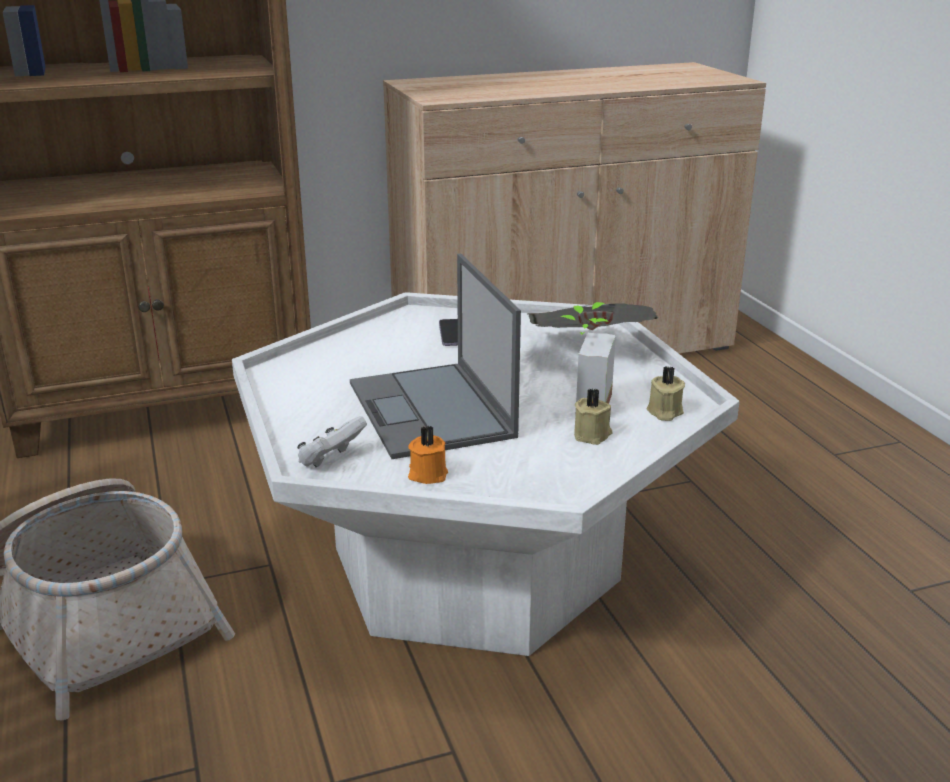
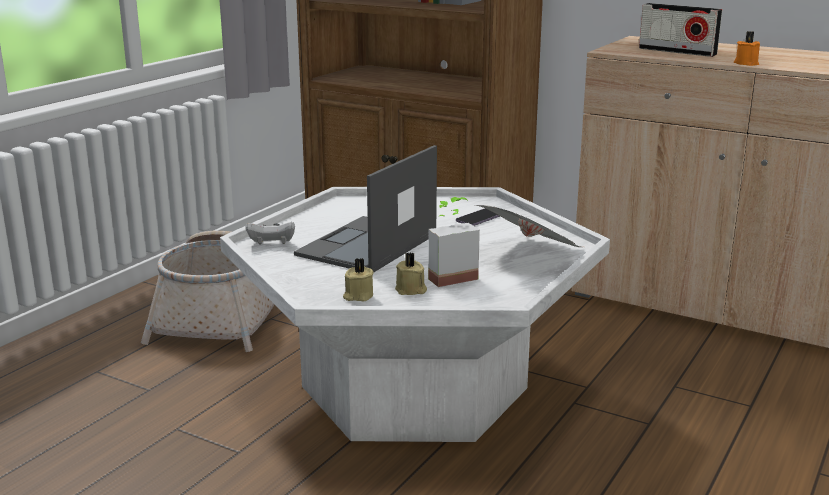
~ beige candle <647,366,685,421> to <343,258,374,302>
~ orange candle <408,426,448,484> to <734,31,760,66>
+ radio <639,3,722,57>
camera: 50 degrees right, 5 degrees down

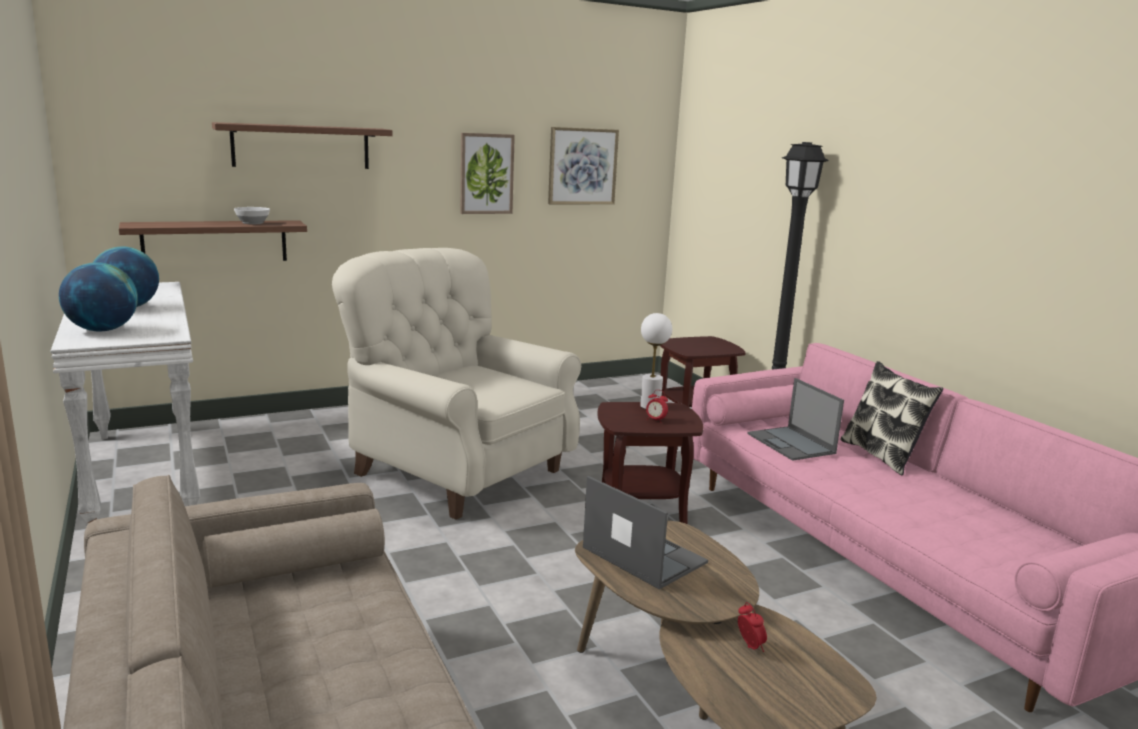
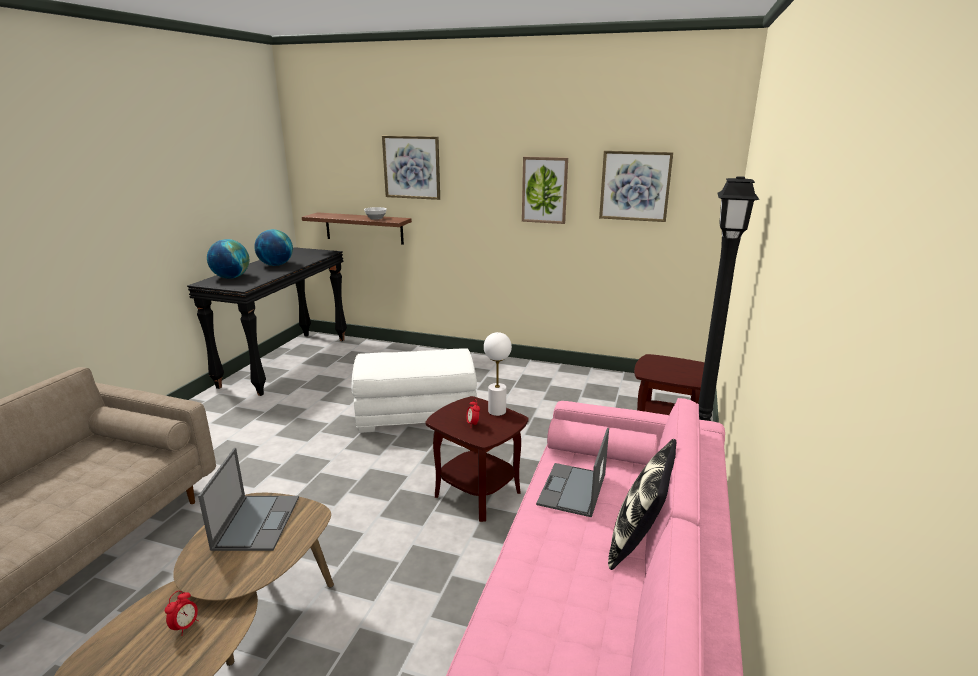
~ shelf <212,122,393,169> to picture <382,136,440,200>
~ beige armchair <332,248,581,520> to white ottoman <352,348,477,433>
~ white console table <50,282,200,527> to black console table <187,247,347,396>
camera: 45 degrees right, 5 degrees up

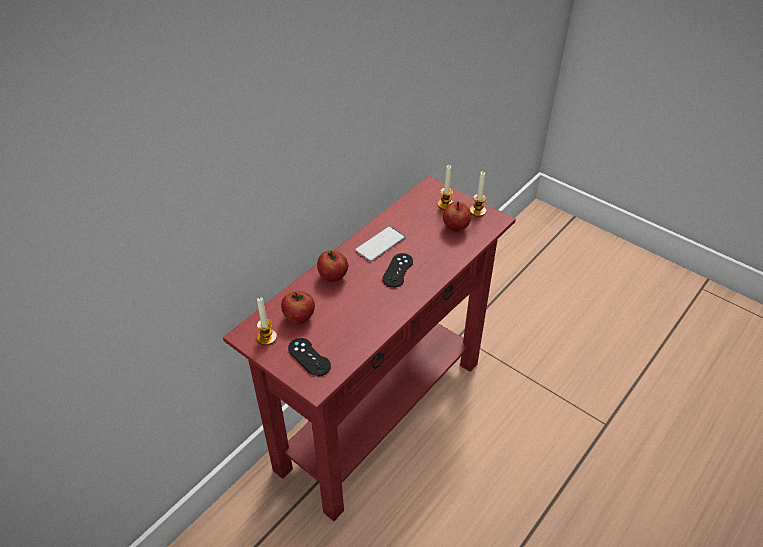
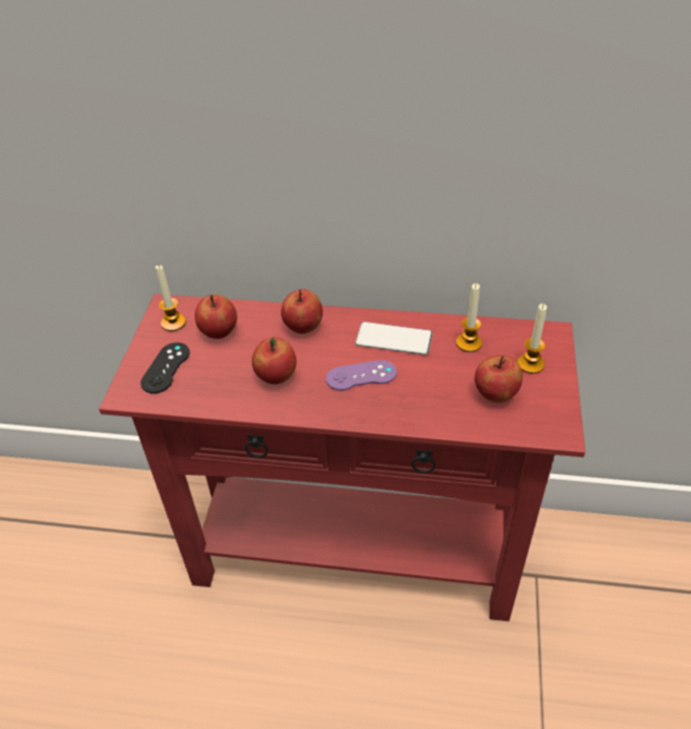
~ candle <470,171,486,217> to <456,283,482,352>
~ black game controller <382,253,413,288> to purple game controller <326,360,397,391>
+ apple <252,337,297,384>
camera: 60 degrees right, 0 degrees up

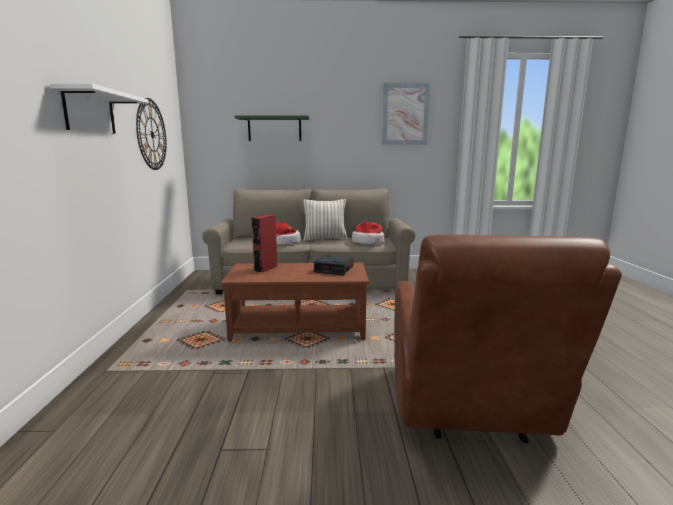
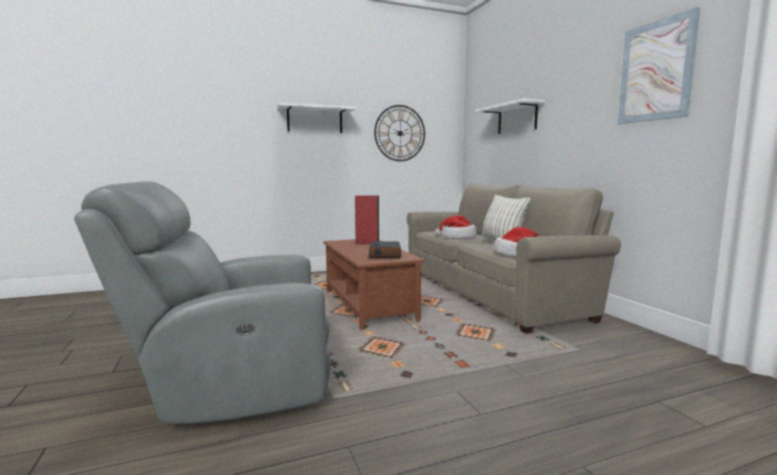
~ green shelf <234,115,310,141> to white shelf <475,98,545,134>
~ brown armchair <394,235,622,443> to grey armchair <74,181,331,424>
camera: 70 degrees right, 5 degrees down

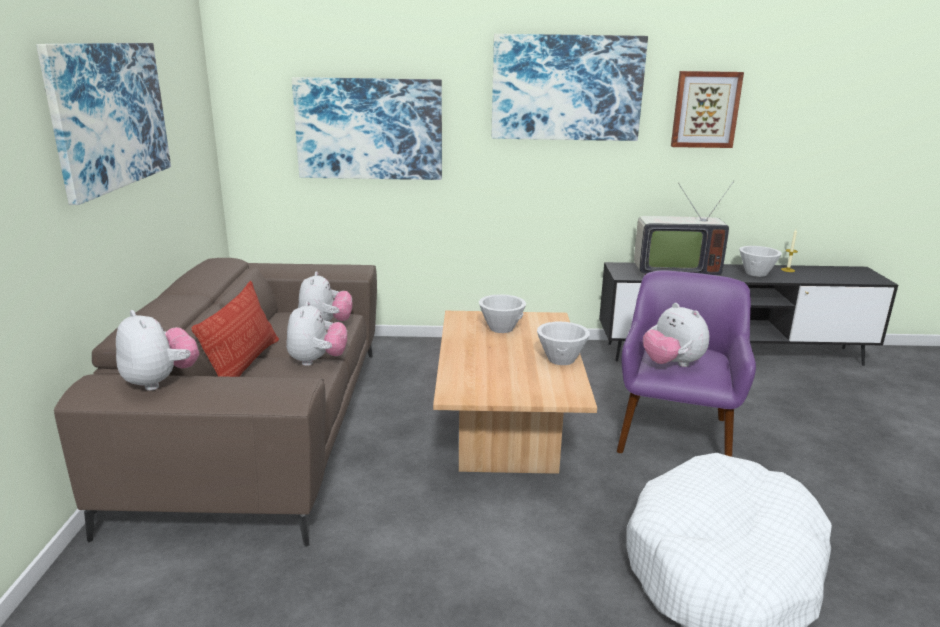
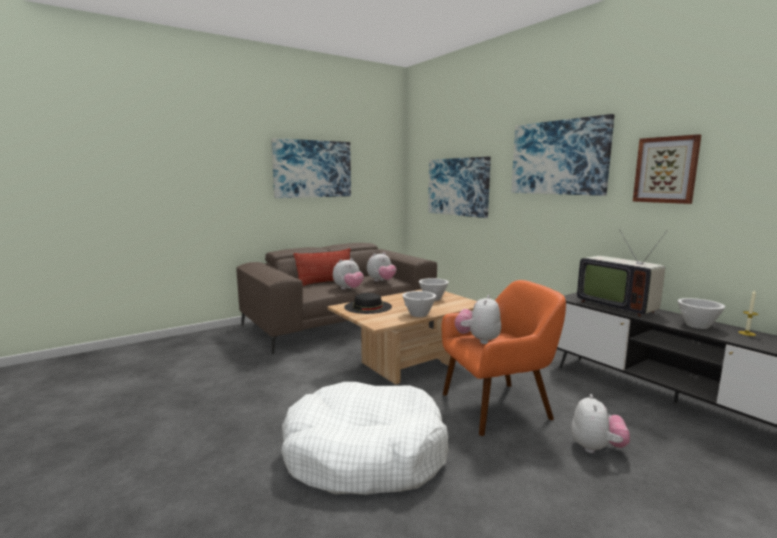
~ purple armchair <617,270,756,457> to orange armchair <441,280,566,436>
~ plush toy <116,310,199,391> to <571,394,630,453>
+ black hat <344,293,392,314>
camera: 55 degrees right, 10 degrees down

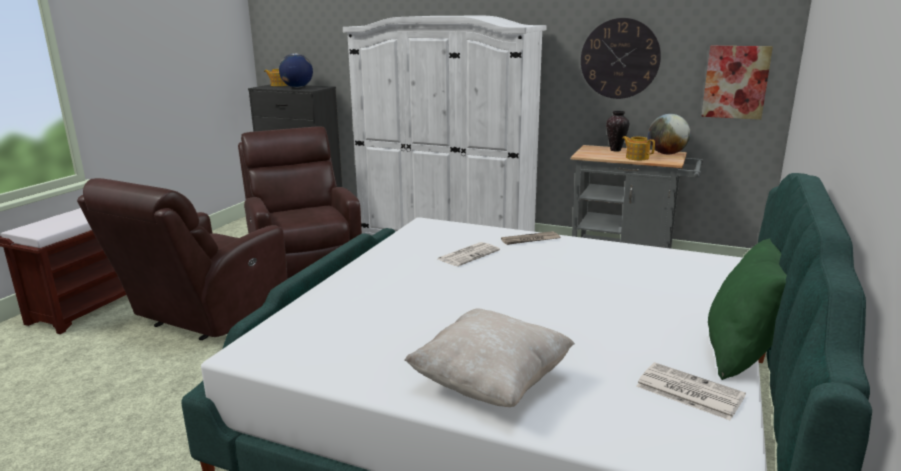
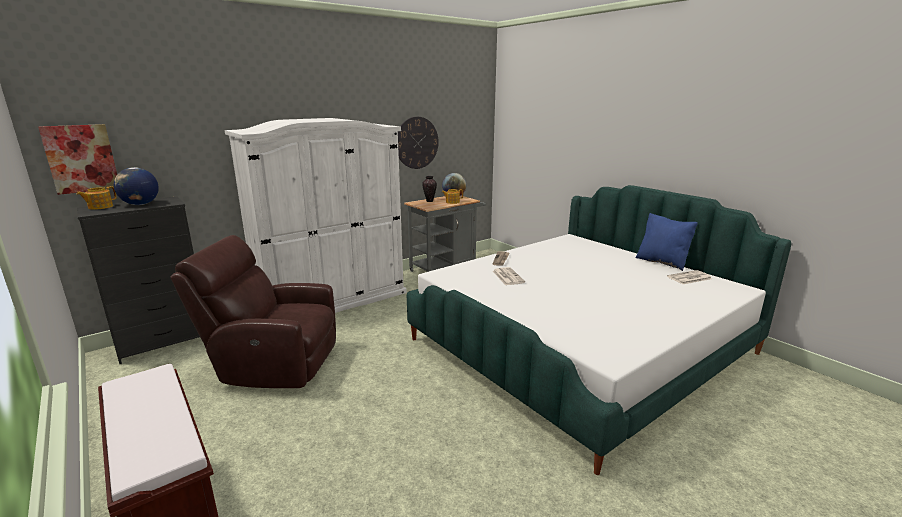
~ picture <701,46,773,120> to <38,124,117,195>
- brown armchair <77,178,287,340>
~ green pillow <708,238,787,380> to blue pillow <636,213,698,271>
- beige pillow <405,308,575,407>
camera: 60 degrees left, 0 degrees up

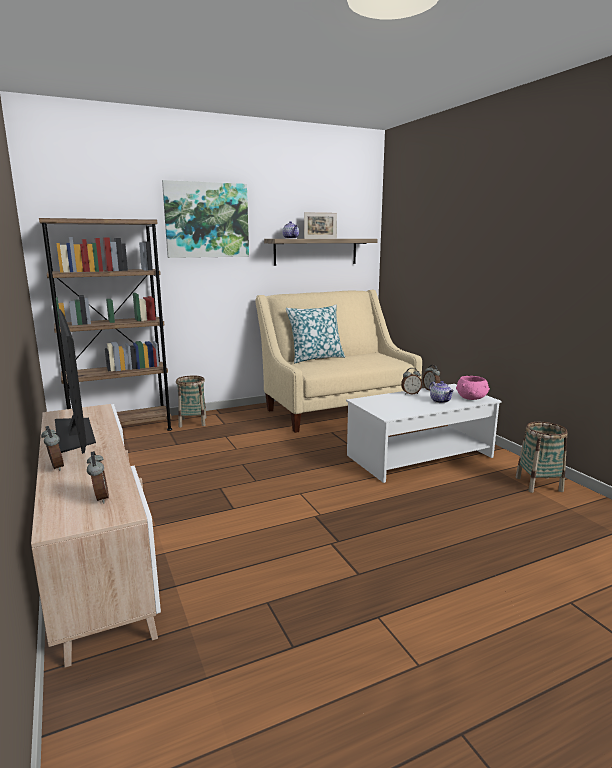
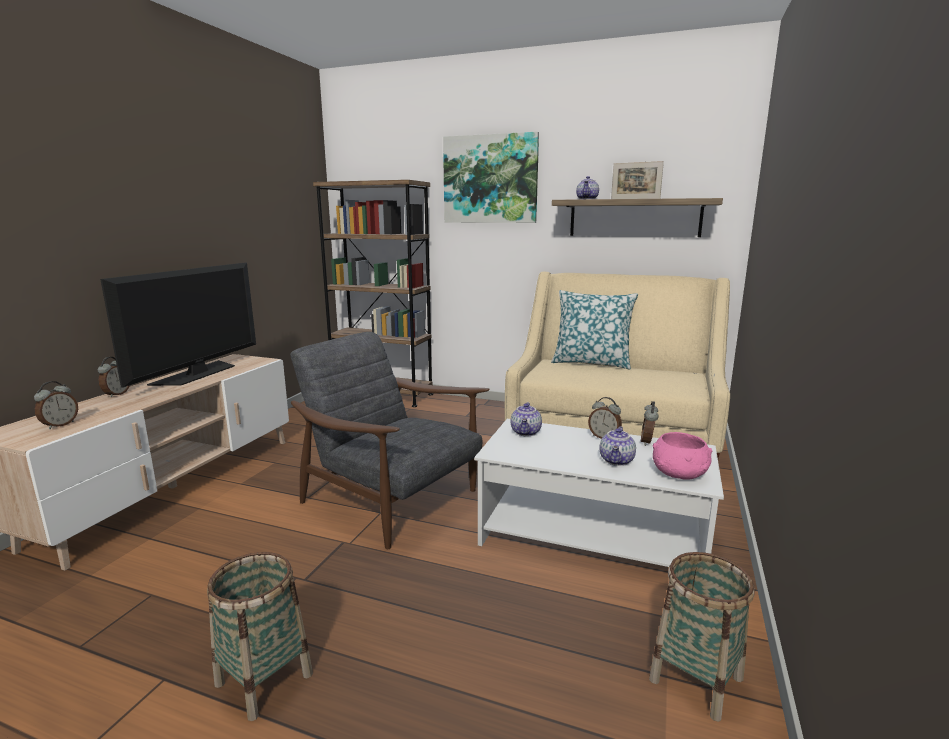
~ basket <176,375,207,427> to <207,552,313,721>
+ grey armchair <290,332,490,549>
+ teapot <511,402,542,436>
camera: 45 degrees right, 0 degrees up

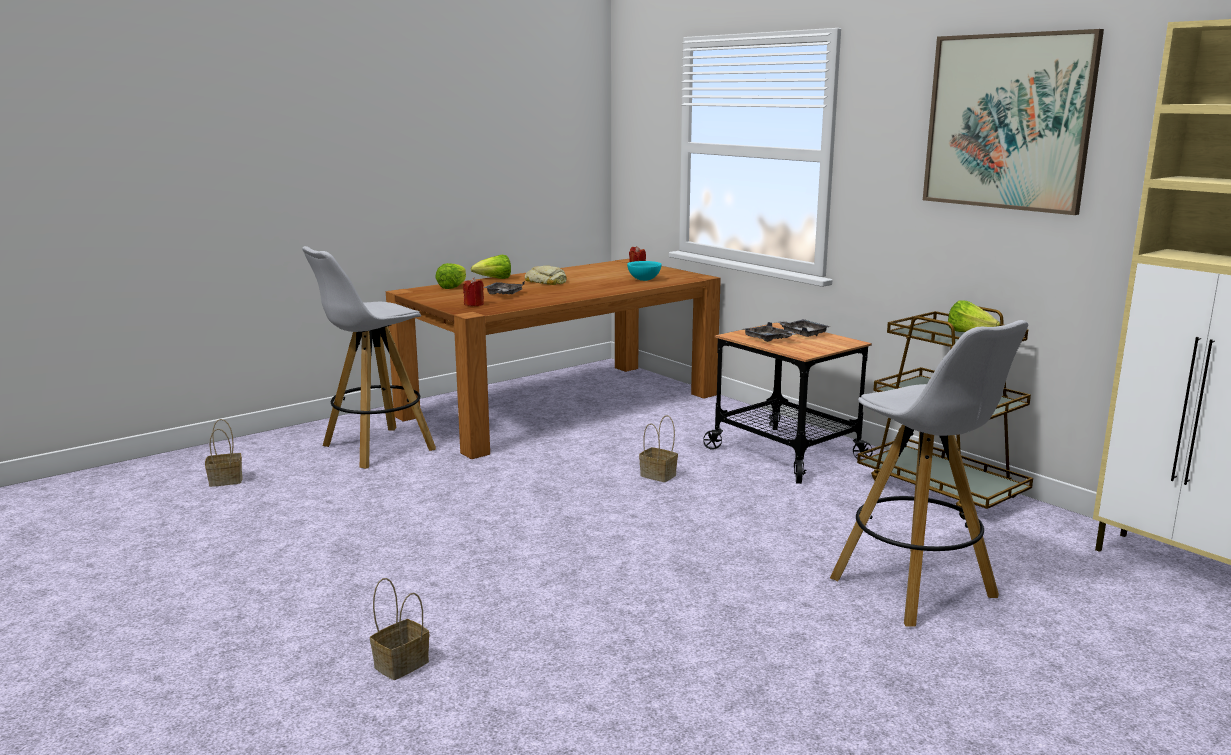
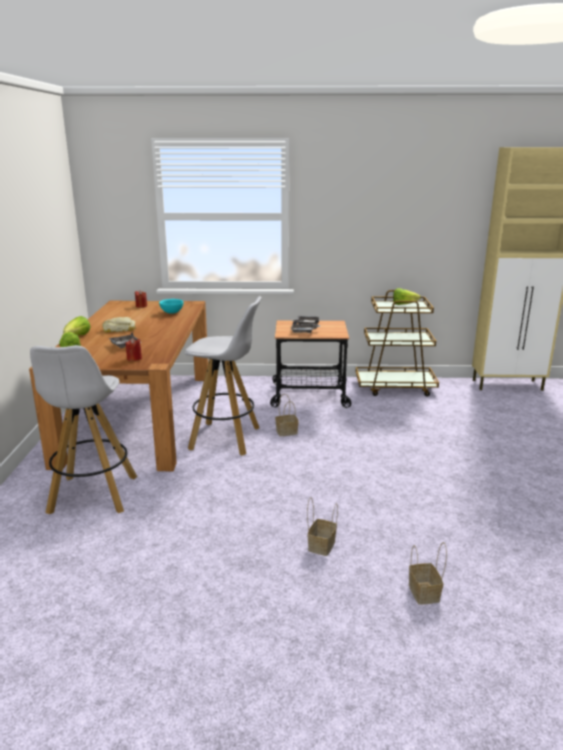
- picture <923,29,1104,215>
~ white stool <830,320,1028,627> to <185,296,262,456>
~ basket <205,419,242,487> to <307,497,338,556>
camera: 50 degrees left, 5 degrees up

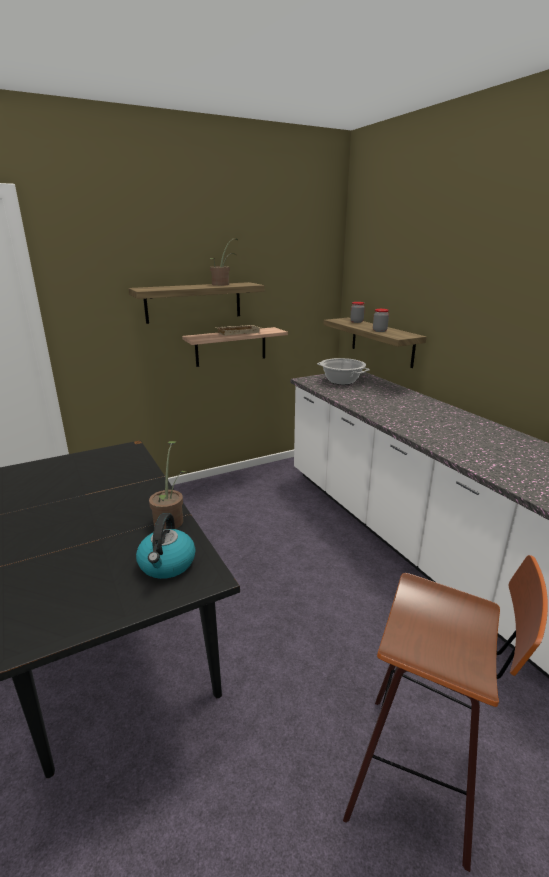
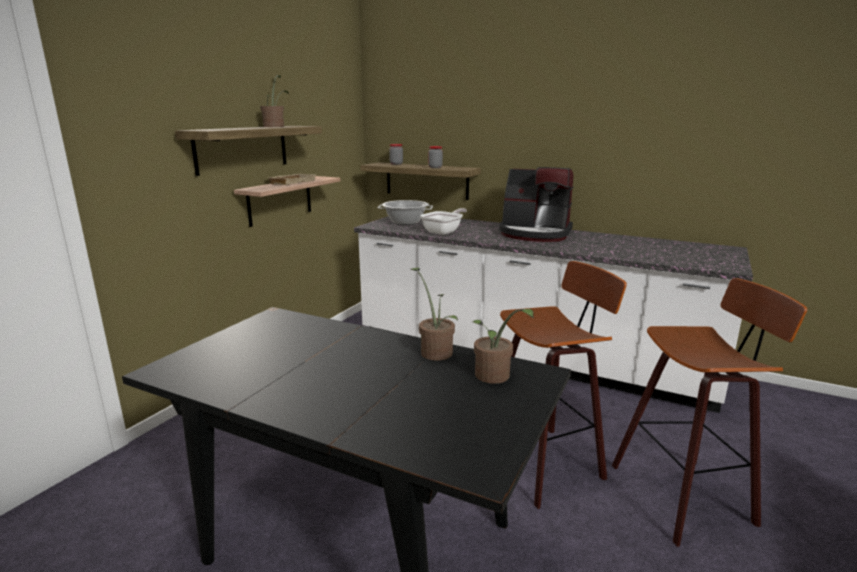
~ kettle <136,513,196,579> to potted plant <472,309,534,384>
+ coffee machine <499,167,574,242>
+ frying pan <420,208,467,235>
+ stool <500,261,627,509>
camera: 35 degrees left, 5 degrees down

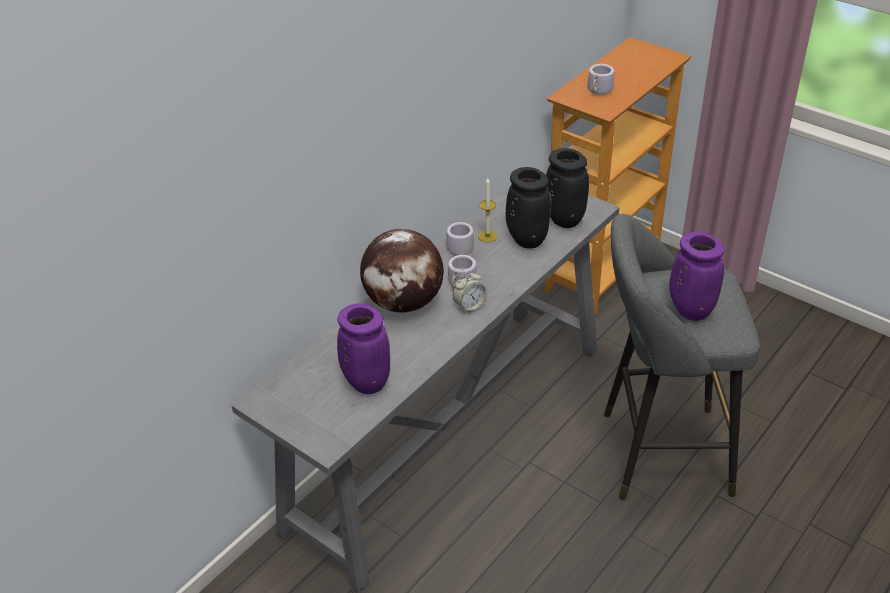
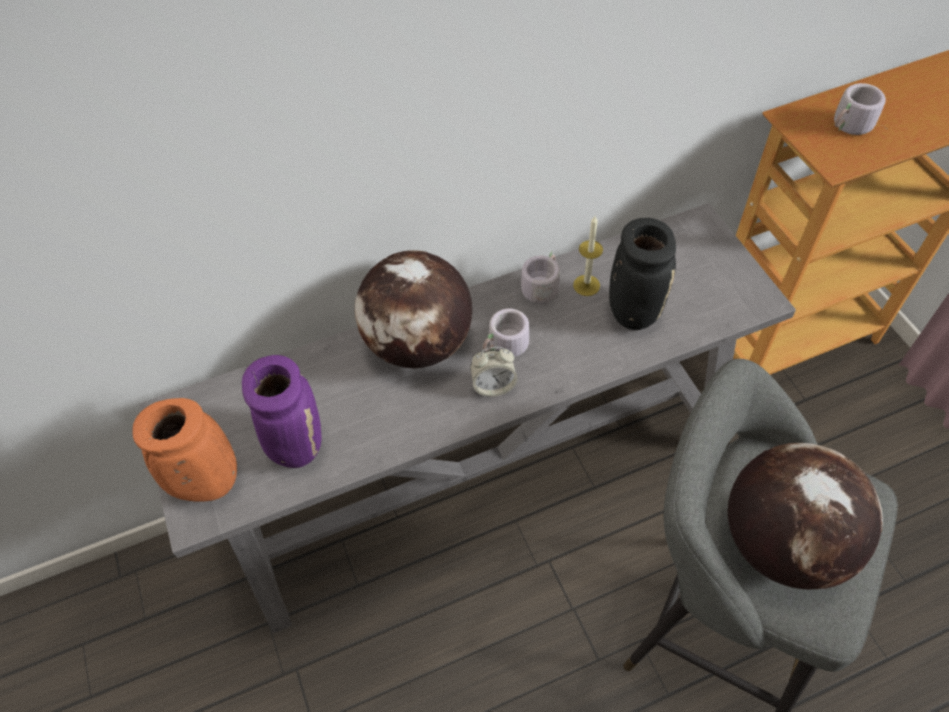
- black vase <546,148,589,228>
~ purple vase <669,232,724,321> to globe <728,443,883,589>
+ orange vase <132,398,237,502>
camera: 30 degrees right, 15 degrees up

